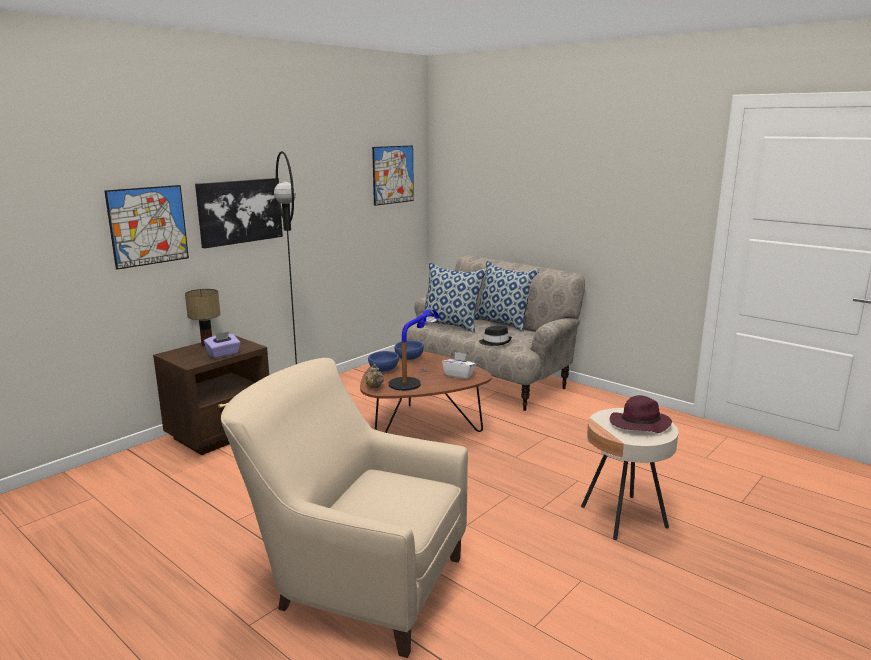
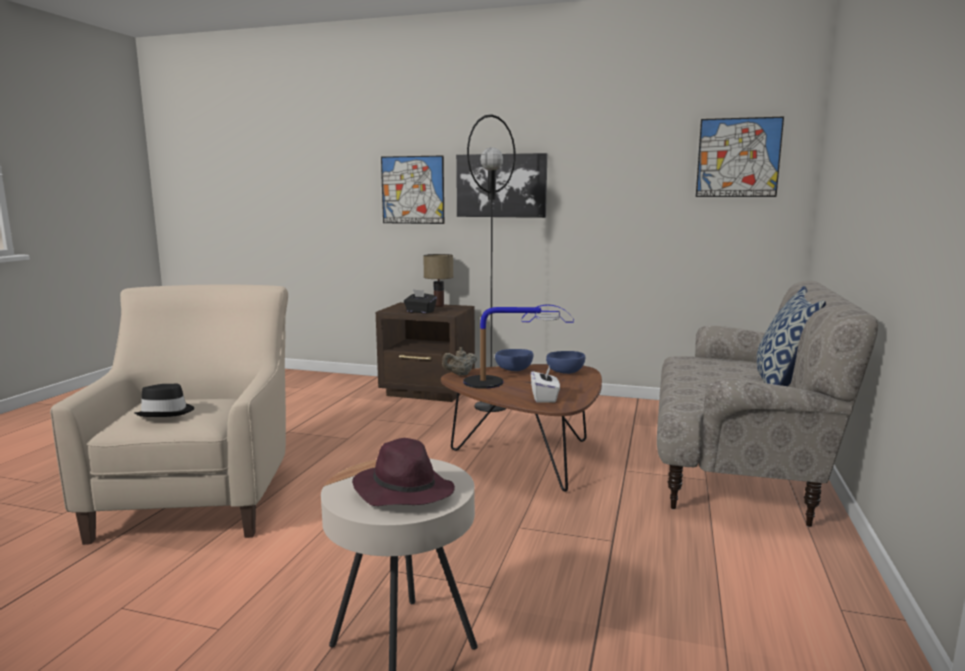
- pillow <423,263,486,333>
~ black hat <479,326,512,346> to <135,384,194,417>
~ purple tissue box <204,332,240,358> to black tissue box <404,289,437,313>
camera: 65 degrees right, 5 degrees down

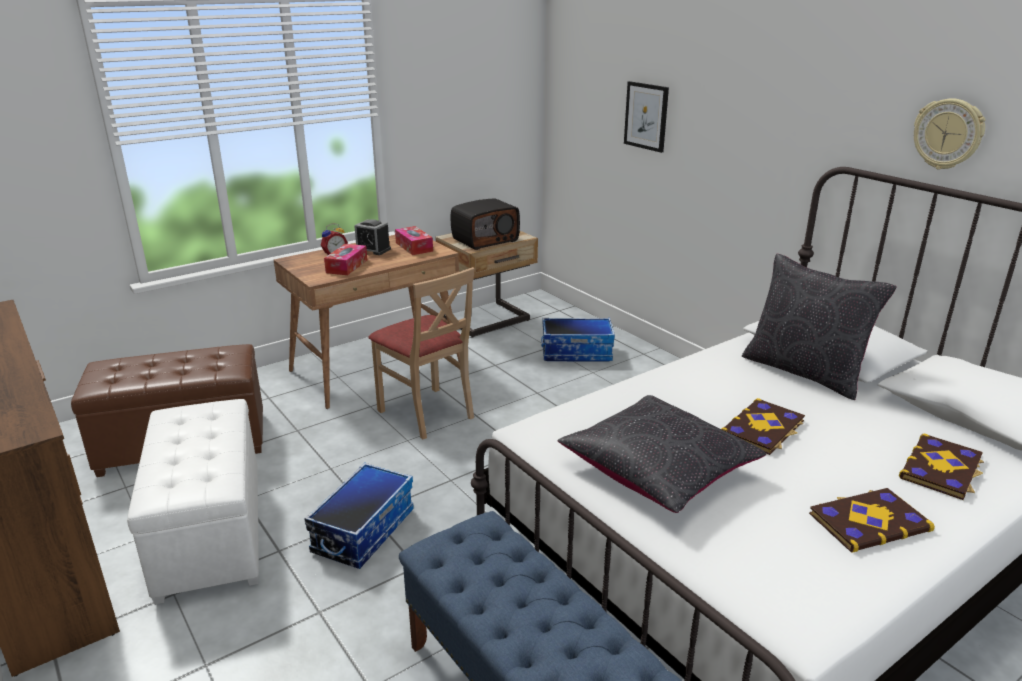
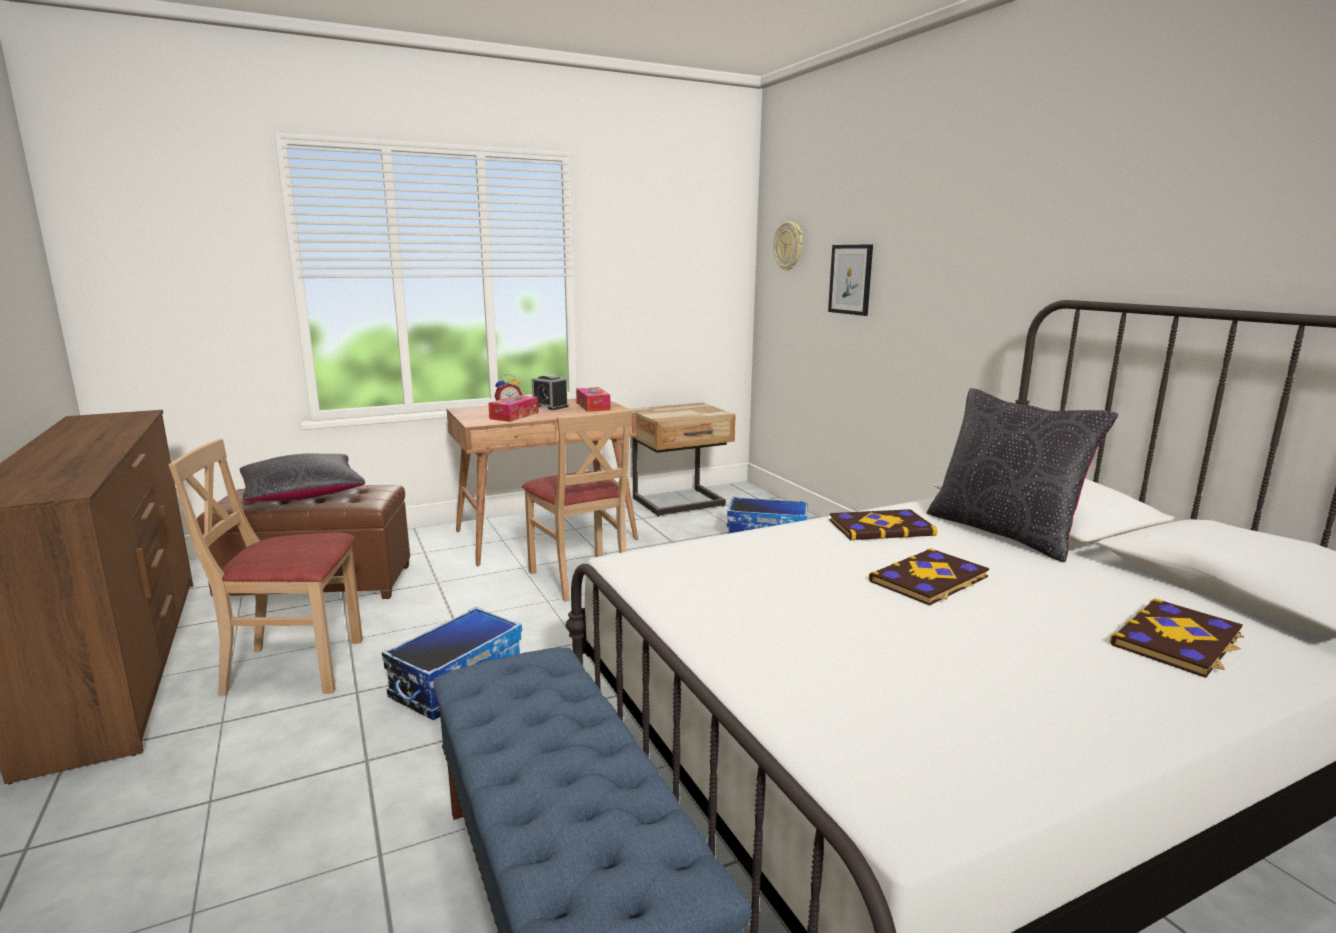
~ wall clock <914,98,985,169> to <774,222,802,271>
- radio <451,198,520,250>
~ black pillow <557,395,766,513> to <240,453,365,501>
~ white ottoman <127,399,259,605> to beige chair <169,439,363,696>
~ book <809,488,935,553> to <829,509,937,540>
camera: 10 degrees right, 10 degrees down

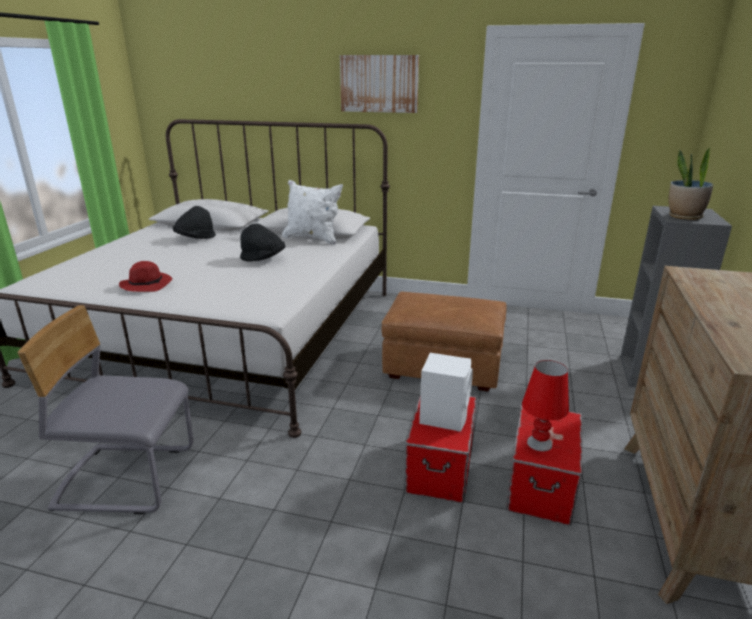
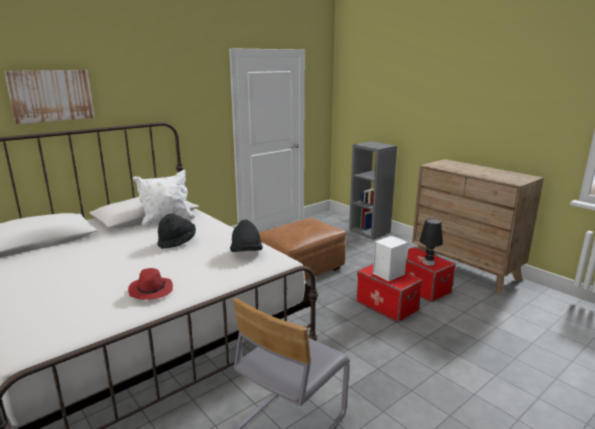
~ picture <340,55,419,113> to <4,70,95,124>
- potted plant <668,148,713,220>
~ black hat <173,206,216,239> to <230,220,263,252>
~ red table lamp <522,360,569,452> to black table lamp <419,218,443,266>
camera: 55 degrees left, 5 degrees down

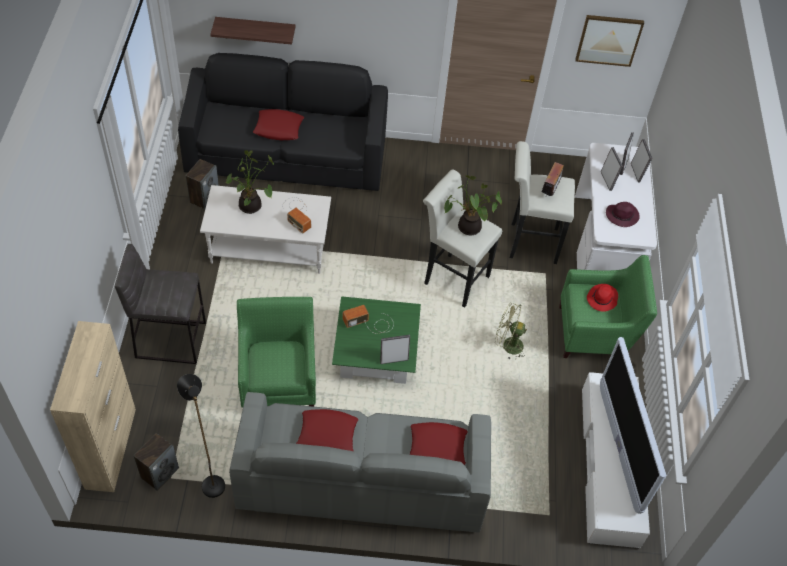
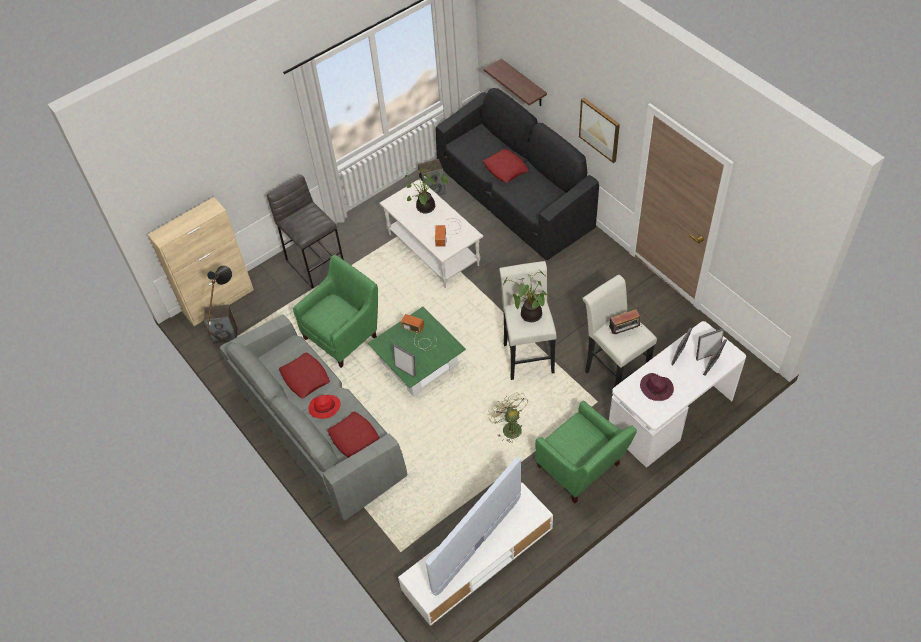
~ picture <575,15,644,67> to <579,98,620,163>
~ red hat <587,284,618,312> to <309,395,341,419>
camera: 55 degrees right, 0 degrees up

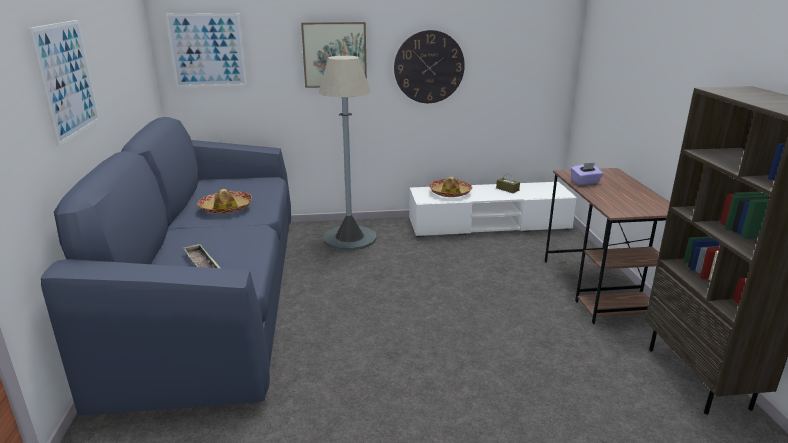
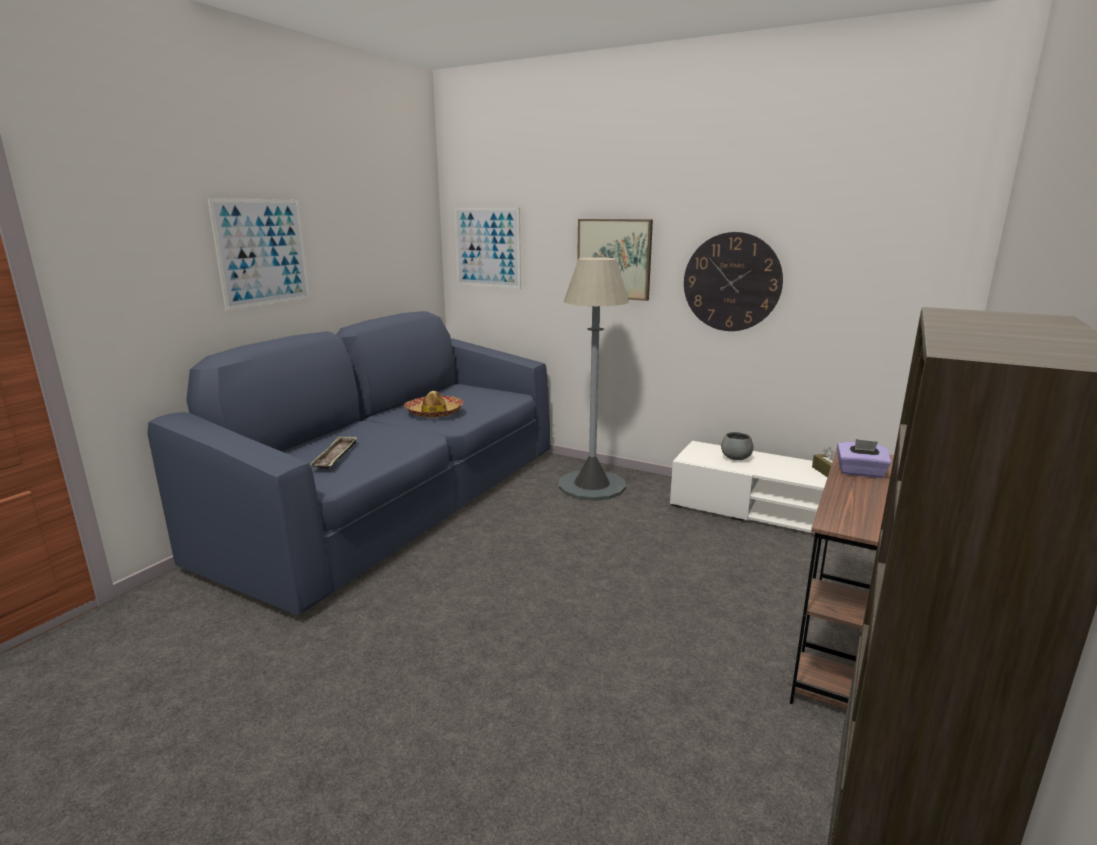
~ hat <429,177,472,197> to grey bowl <721,432,754,460>
camera: 35 degrees right, 5 degrees down

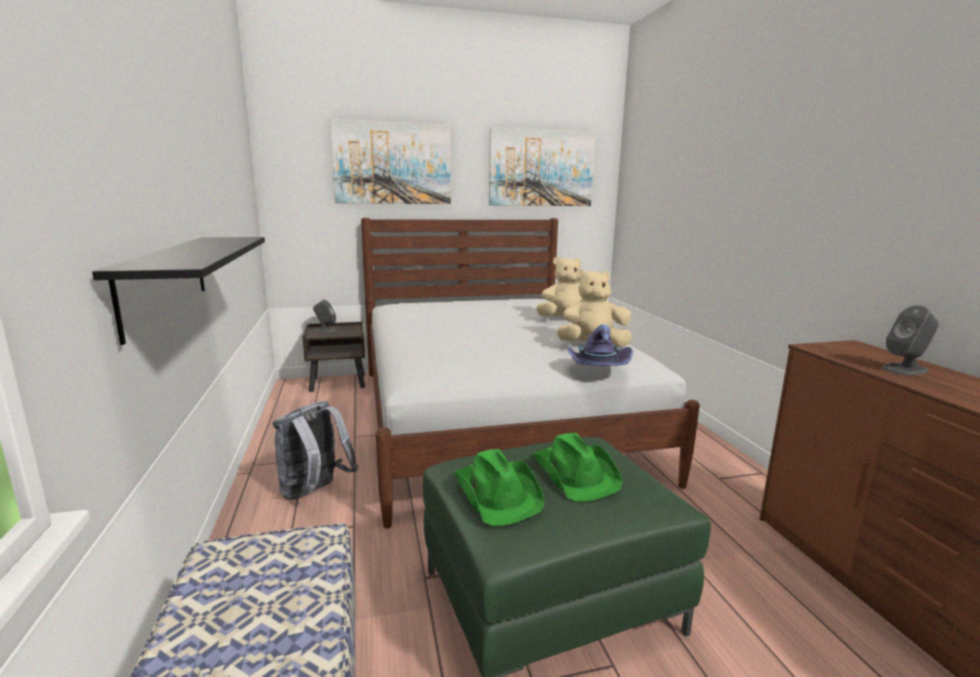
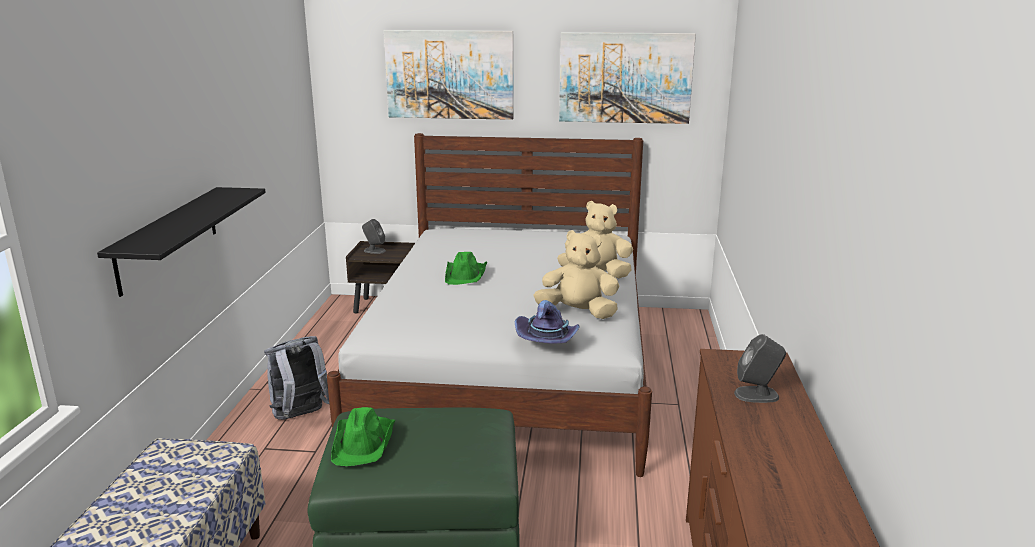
~ green hat <533,433,623,501> to <445,252,487,285>
camera: 20 degrees right, 5 degrees up

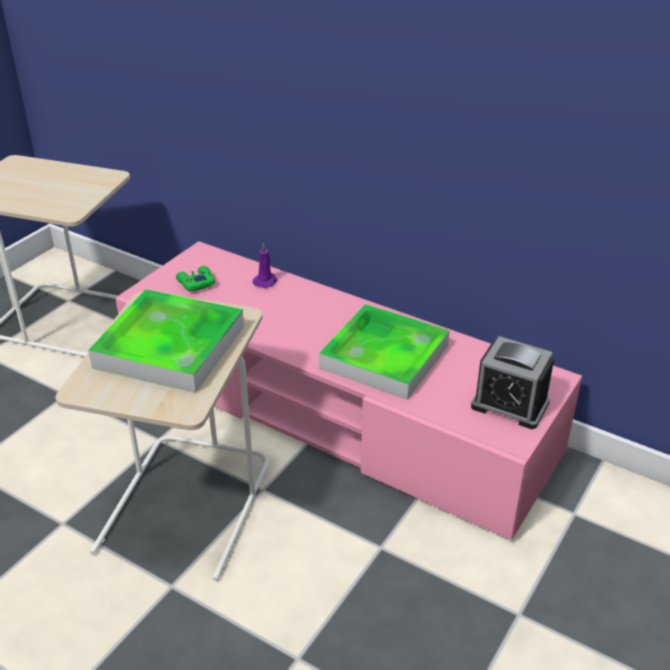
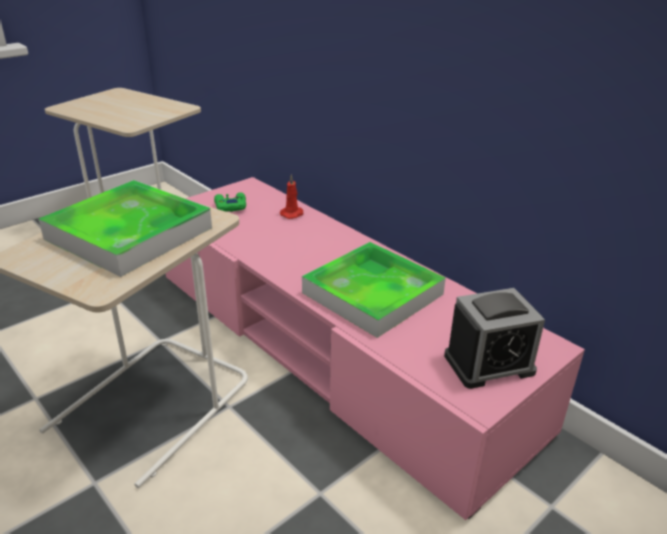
~ purple candle <253,243,278,288> to red candle <280,175,304,219>
~ alarm clock <471,336,554,429> = <444,288,545,389> 60 degrees counterclockwise
camera: 15 degrees right, 5 degrees down

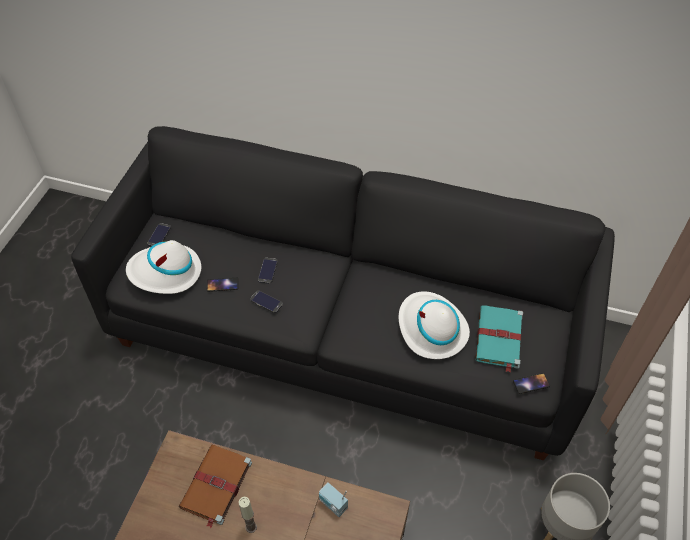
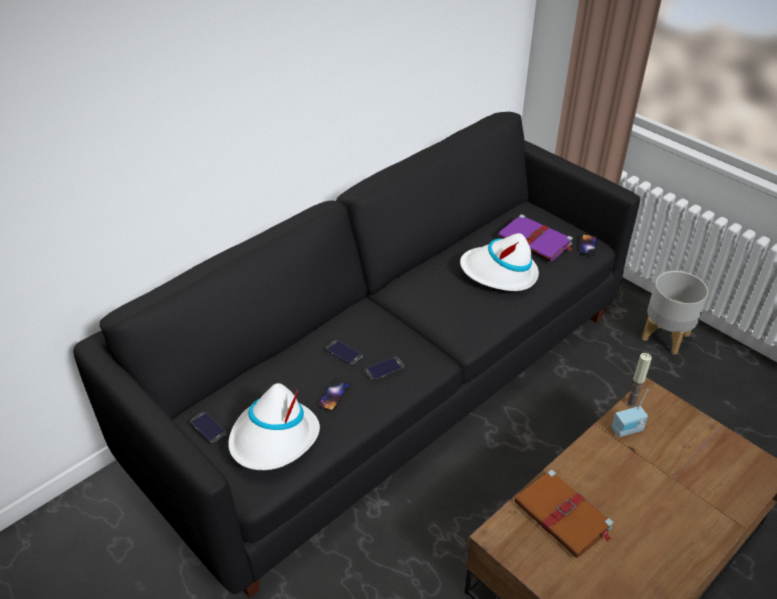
~ turquoise book <475,305,523,373> to purple book <498,214,574,262>
~ candle <238,497,257,533> to <626,353,652,408>
camera: 60 degrees left, 10 degrees down

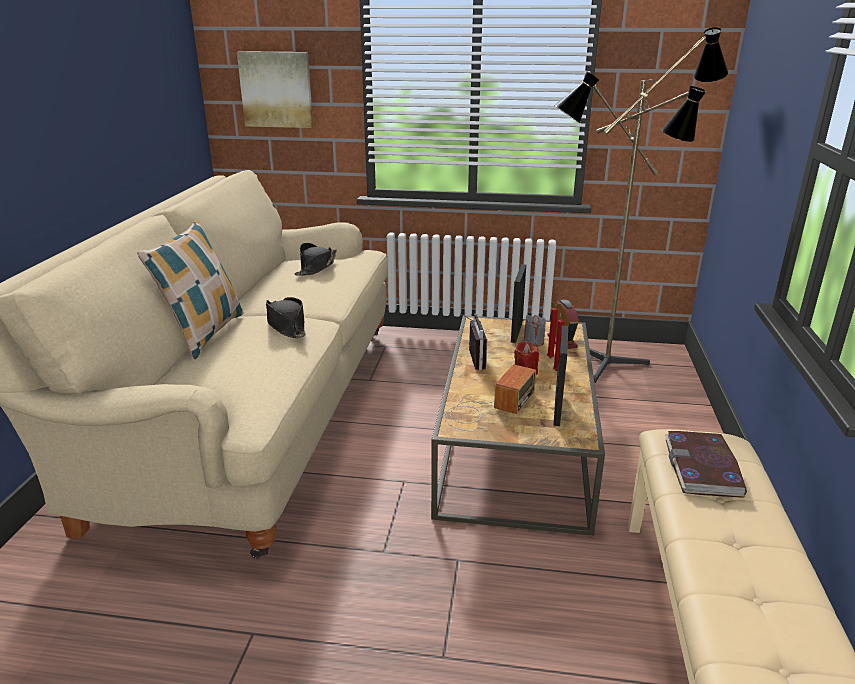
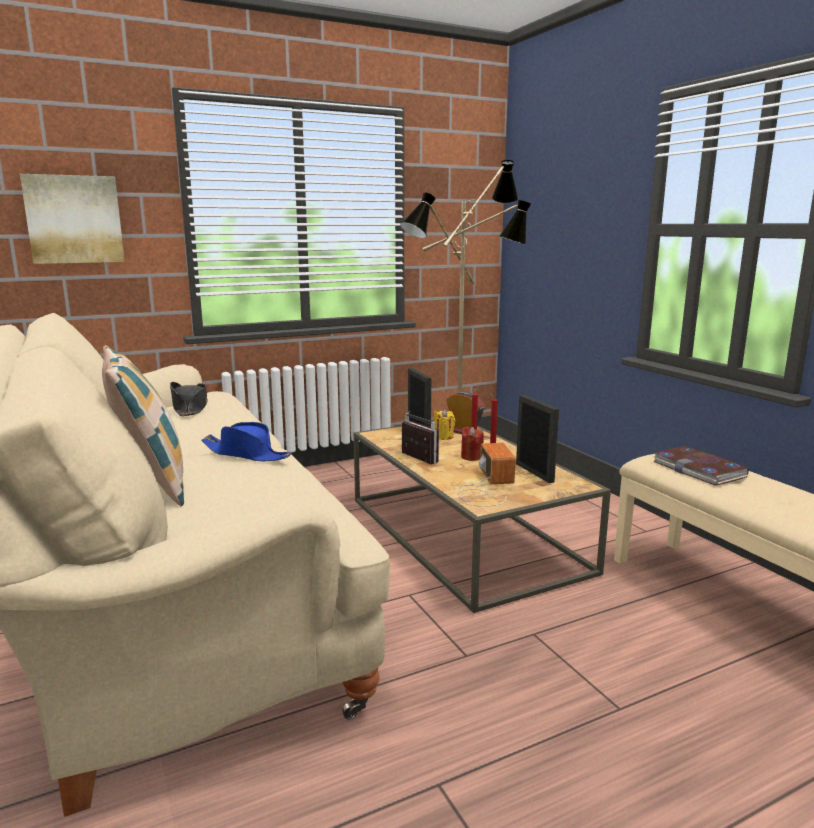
~ black hat <266,297,306,338> to blue hat <201,422,291,461>
~ grey candle <524,315,546,347> to yellow candle <434,409,455,440>
camera: 35 degrees left, 10 degrees down

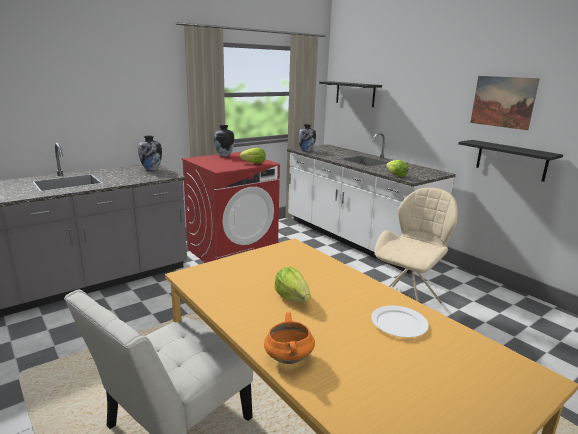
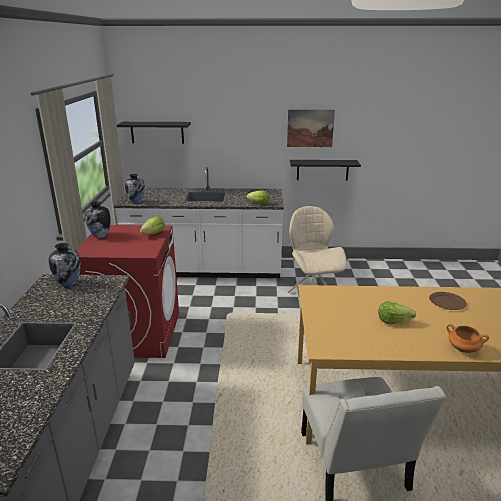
~ white plate <371,305,429,337> to brown plate <429,292,467,310>
camera: 50 degrees left, 5 degrees up

